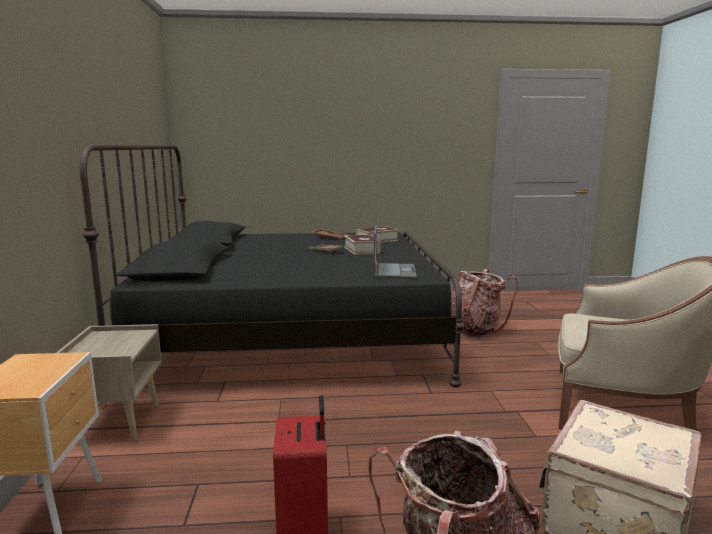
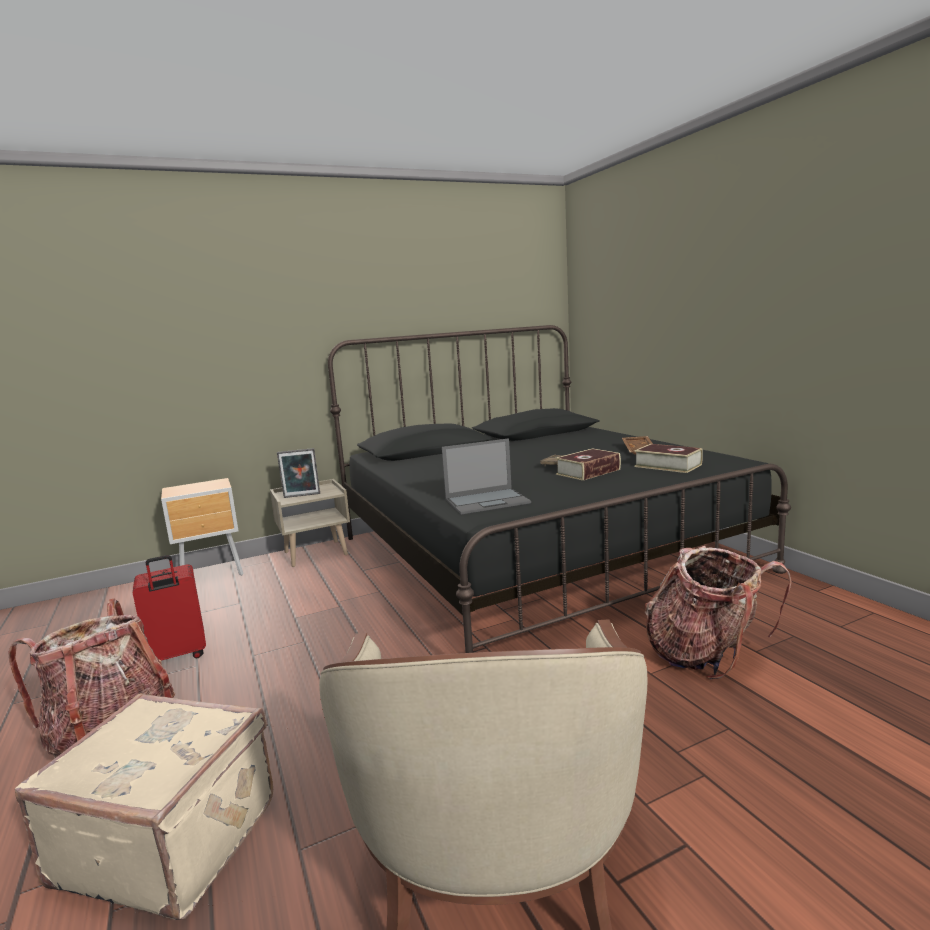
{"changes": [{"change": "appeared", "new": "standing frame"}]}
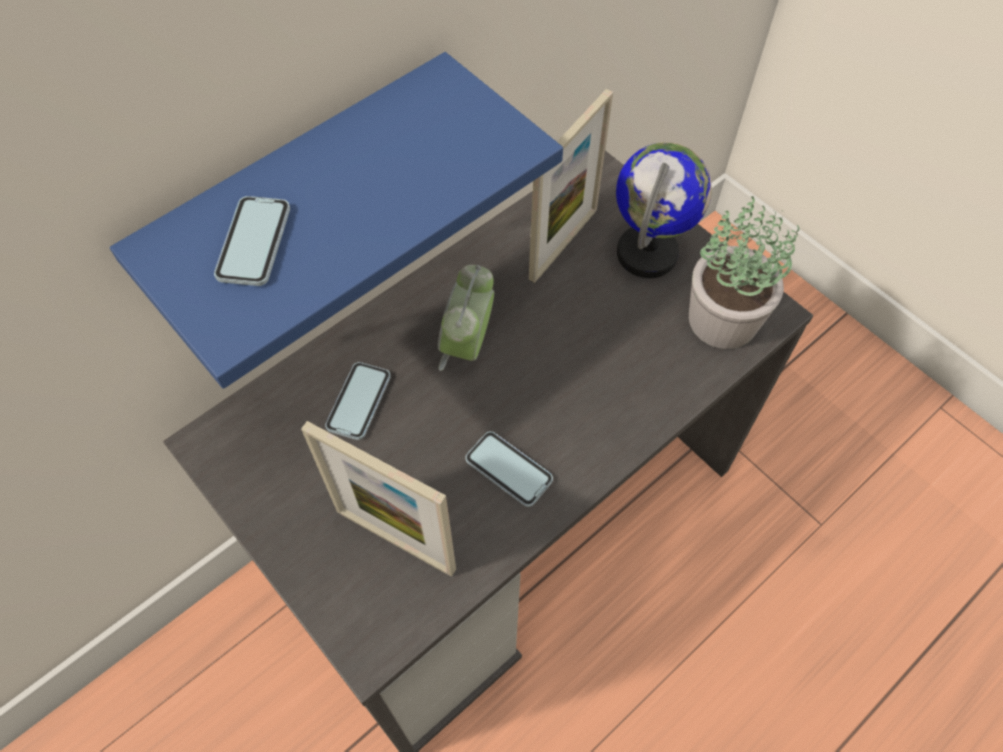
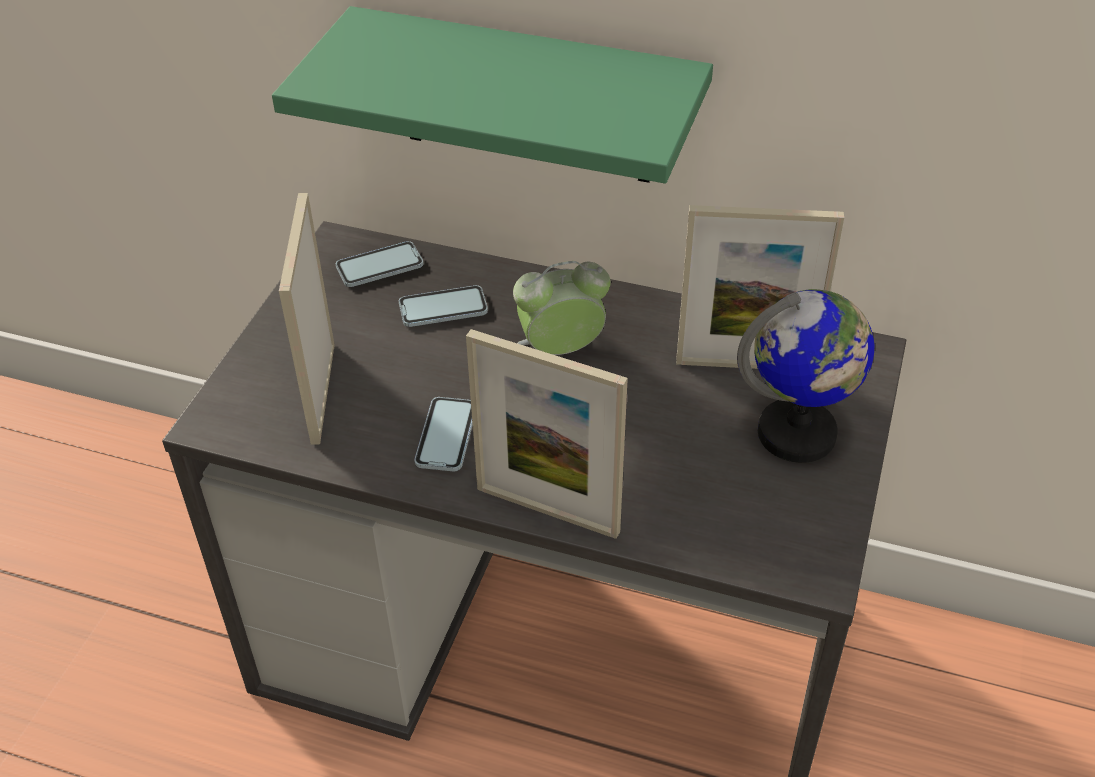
{"changes": [{"change": "missing", "old": "houseplant"}, {"change": "appeared", "new": "standing frame (no. 2 from left)"}, {"change": "relocated", "old": "telephone (no. 1 from left)"}, {"change": "colour", "old": "bluish bracket shelf", "new": "greenish bracket shelf"}]}
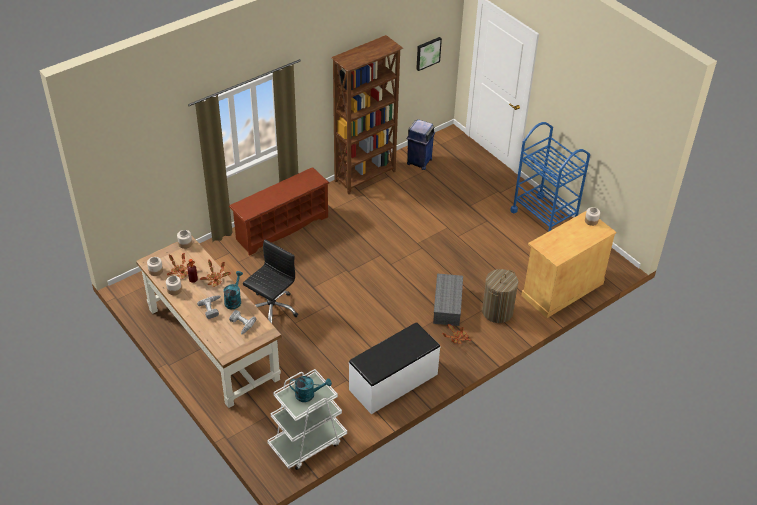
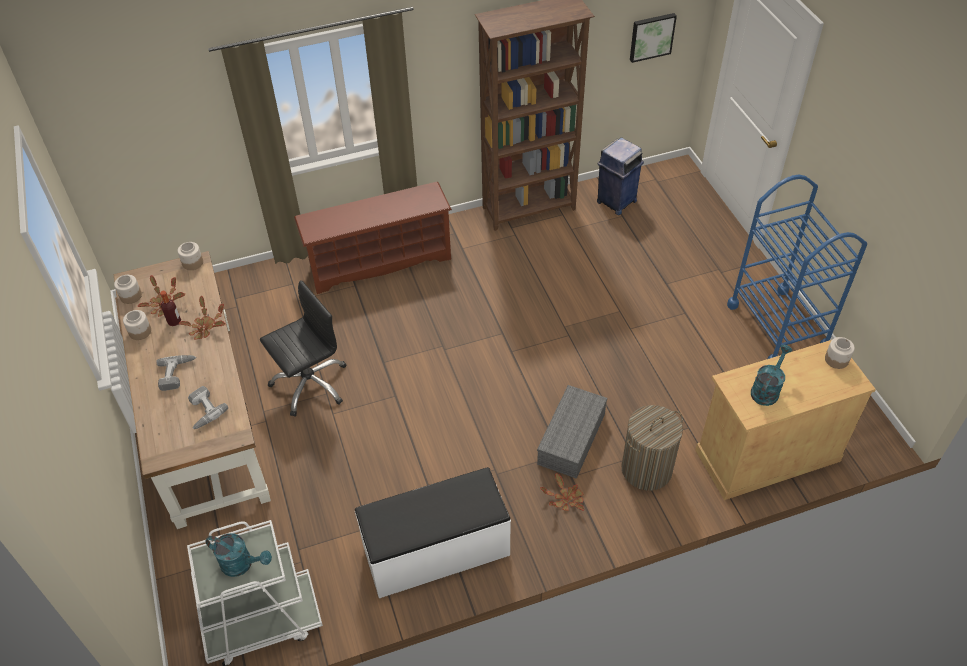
{"changes": [{"change": "relocated", "old": "turquoise watering pot (no. 1 from left in the first image)", "new": "turquoise watering pot (no. 2 from left)"}]}
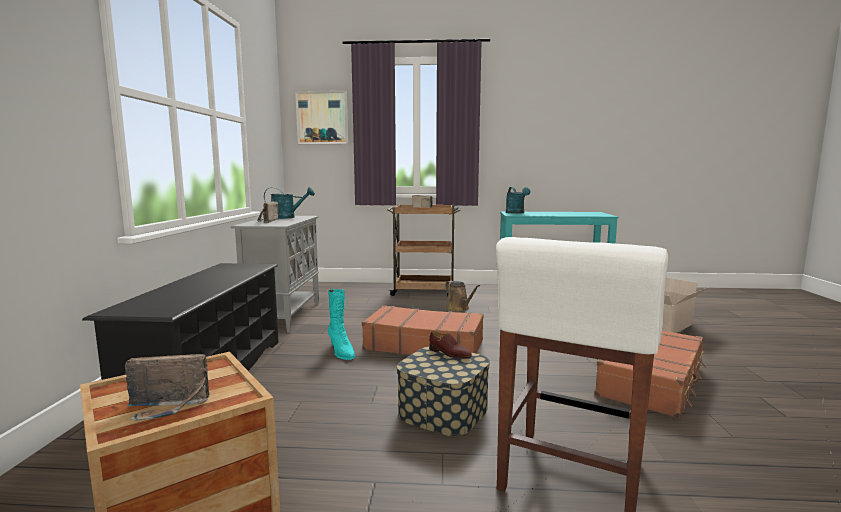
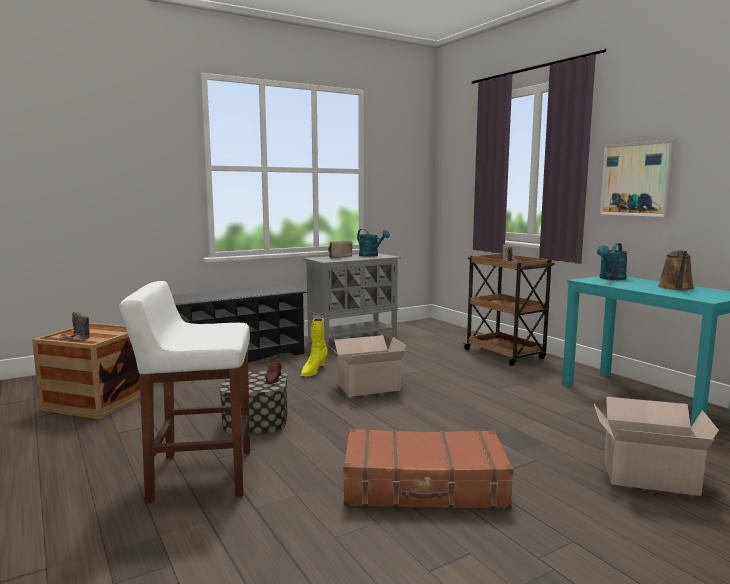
{"changes": [{"change": "relocated", "old": "wall picture"}, {"change": "relocated", "old": "brown watering pot"}, {"change": "exchanged", "old": "brown travel case (no. 1 from left)", "new": "cardboard box (no. 1 from left)"}, {"change": "colour", "old": "turquoise tall boot", "new": "yellow tall boot"}]}
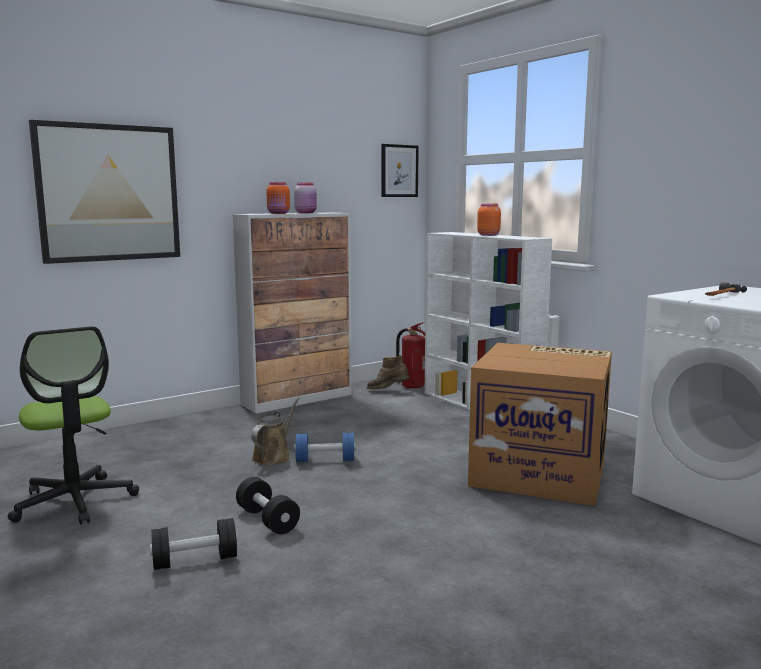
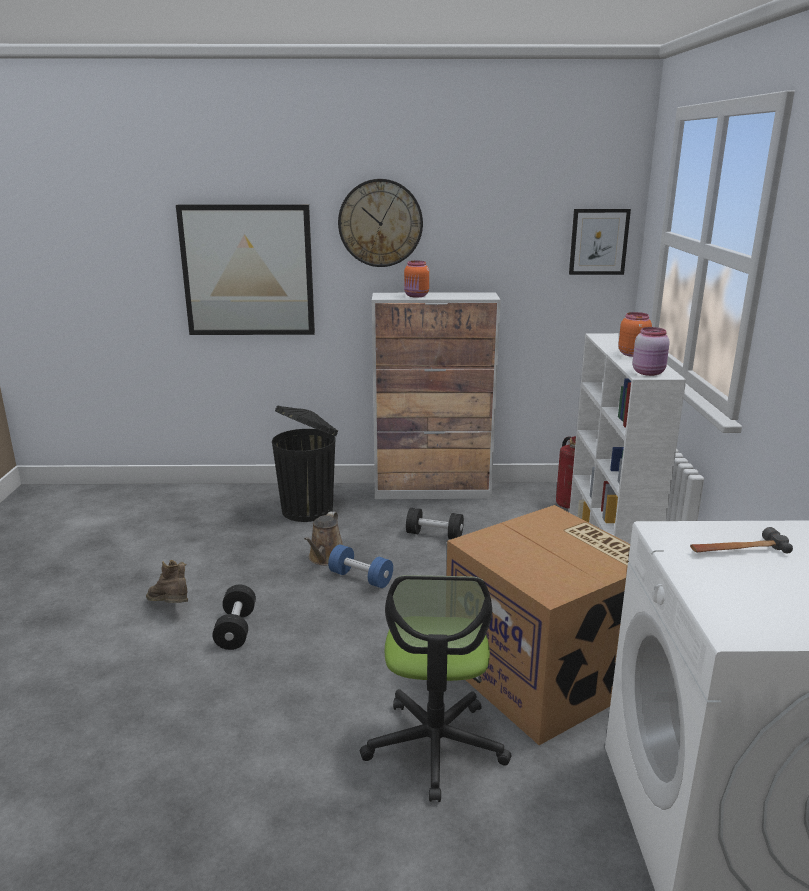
{"changes": [{"change": "appeared", "new": "black waste bin"}, {"change": "appeared", "new": "wall clock"}, {"change": "relocated", "old": "office chair"}, {"change": "relocated", "old": "black dumbbell (no. 1 from left in the first image)", "new": "black dumbbell (no. 2 from left)"}, {"change": "relocated", "old": "pink jar"}, {"change": "relocated", "old": "brown tall boot"}, {"change": "spun", "old": "brown watering pot", "degrees": 135}]}
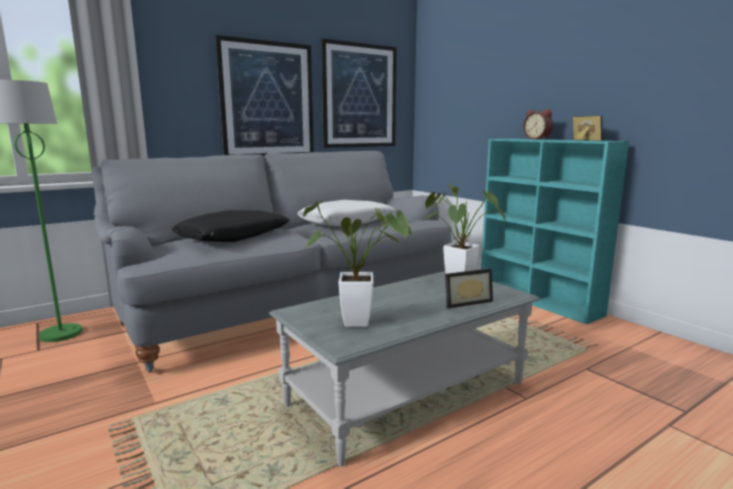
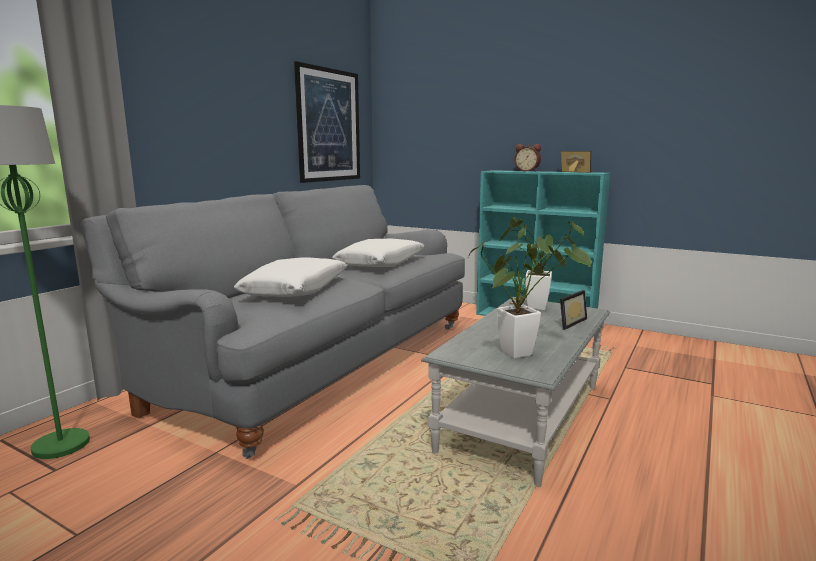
{"changes": [{"change": "missing", "old": "wall picture (no. 1 from left)"}, {"change": "colour", "old": "black throw pillow", "new": "whitish throw pillow (no. 1 from left)"}]}
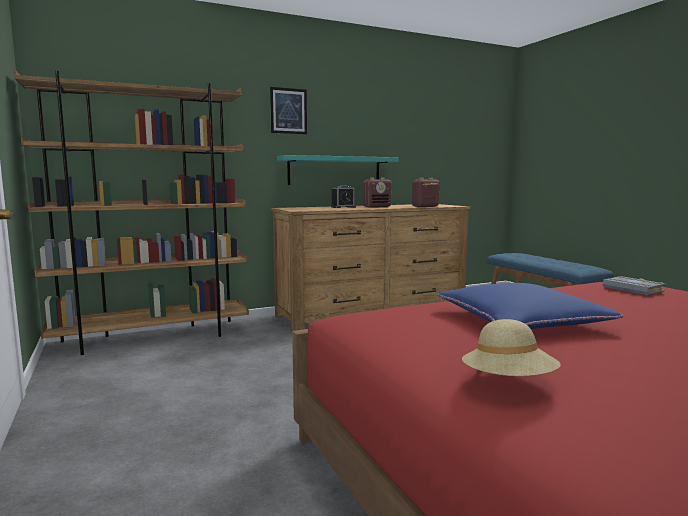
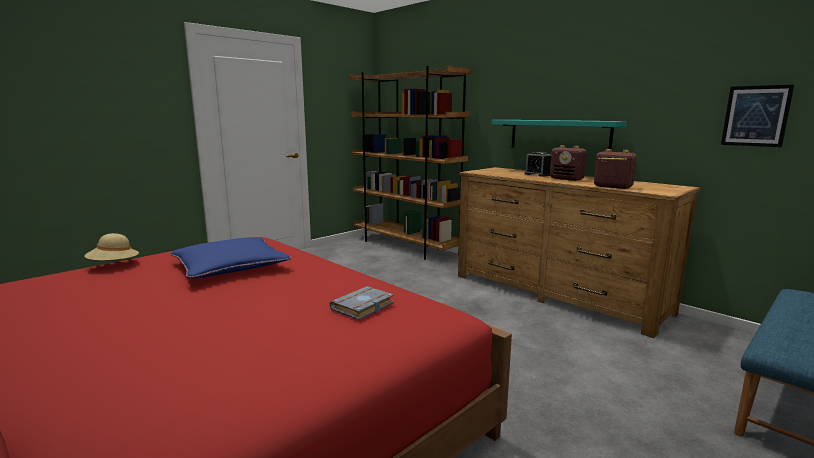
{"changes": [{"change": "relocated", "old": "wall picture"}]}
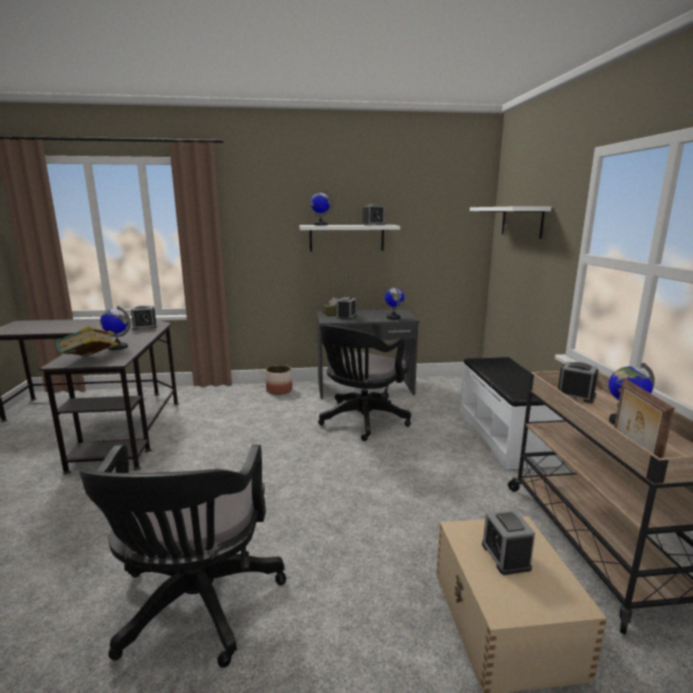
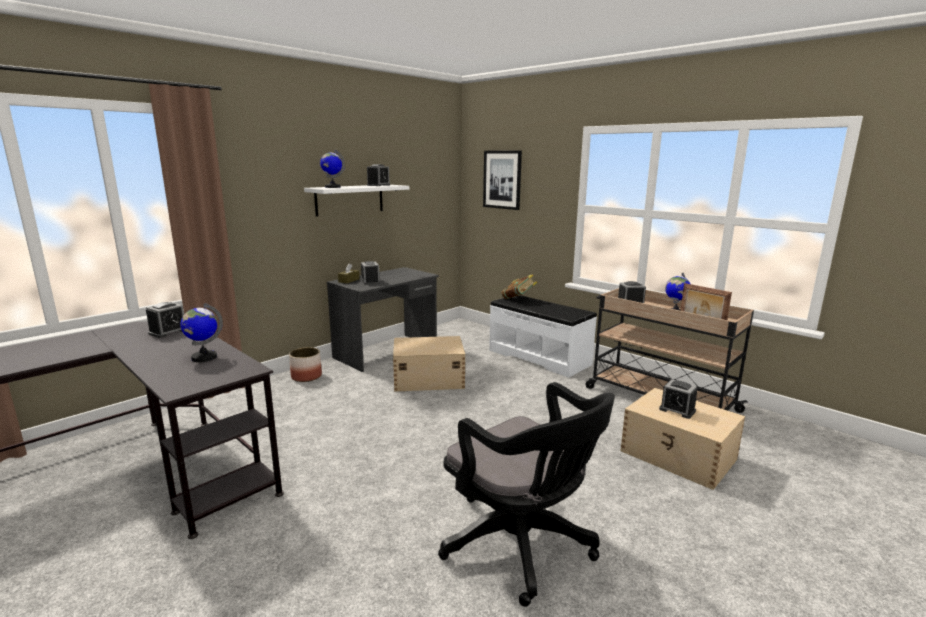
{"changes": [{"change": "missing", "old": "desk globe (no. 3 from left)"}, {"change": "relocated", "old": "bound book"}, {"change": "exchanged", "old": "black office chair (no. 2 from left)", "new": "beige-coloured storage box (no. 1 from left)"}, {"change": "exchanged", "old": "whitish bracket shelf (no. 2 from left)", "new": "wall picture"}]}
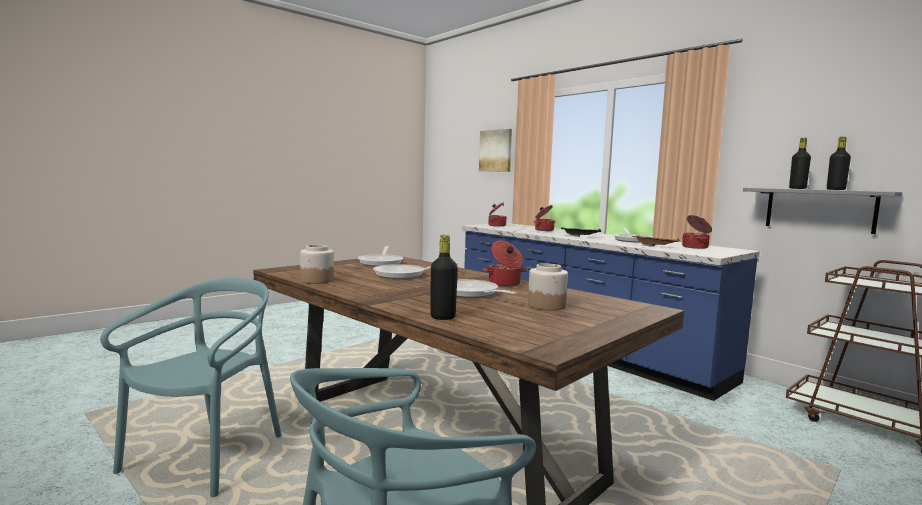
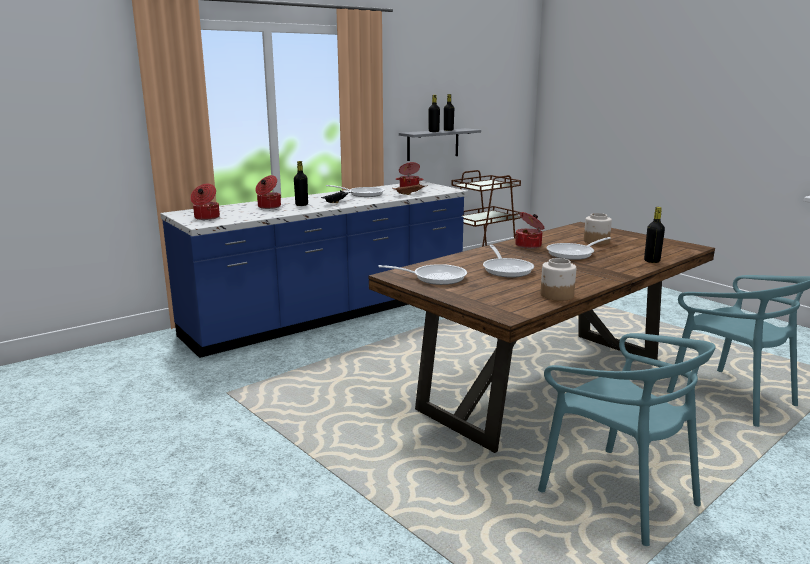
{"changes": [{"change": "missing", "old": "wall picture"}, {"change": "appeared", "new": "black drink bottle (no. 1 from left)"}, {"change": "spun", "old": "turquoise upright chair (no. 1 from left)", "degrees": -150}]}
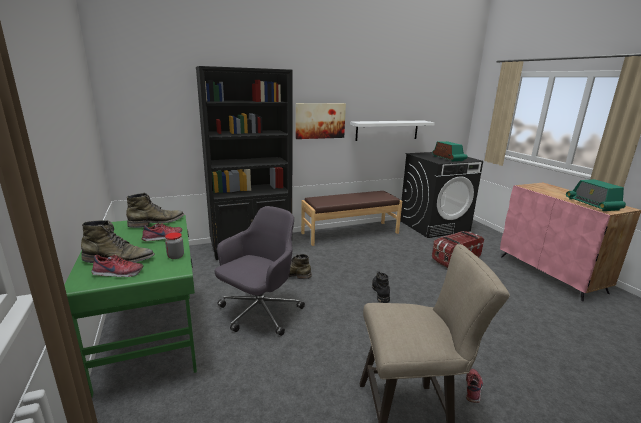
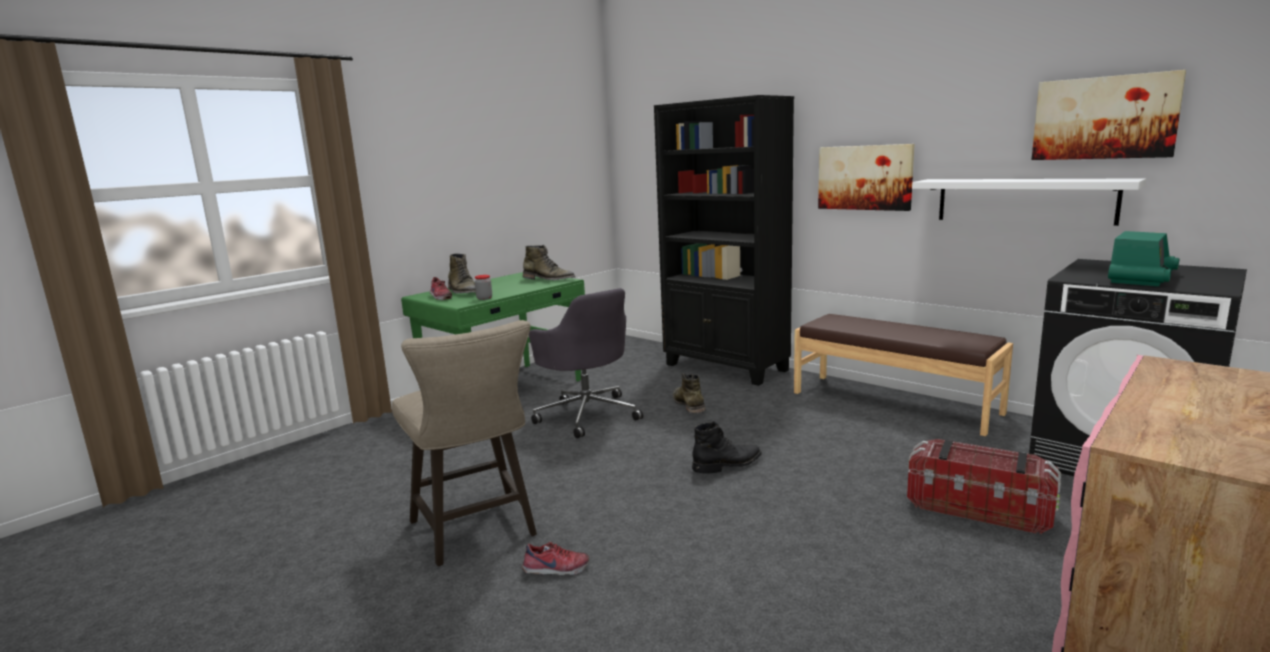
{"changes": [{"change": "missing", "old": "low shoe (no. 2 from left)"}, {"change": "missing", "old": "radio receiver (no. 2 from left)"}, {"change": "appeared", "new": "wall picture (no. 2 from left)"}, {"change": "spun", "old": "greyish office chair", "degrees": 45}]}
